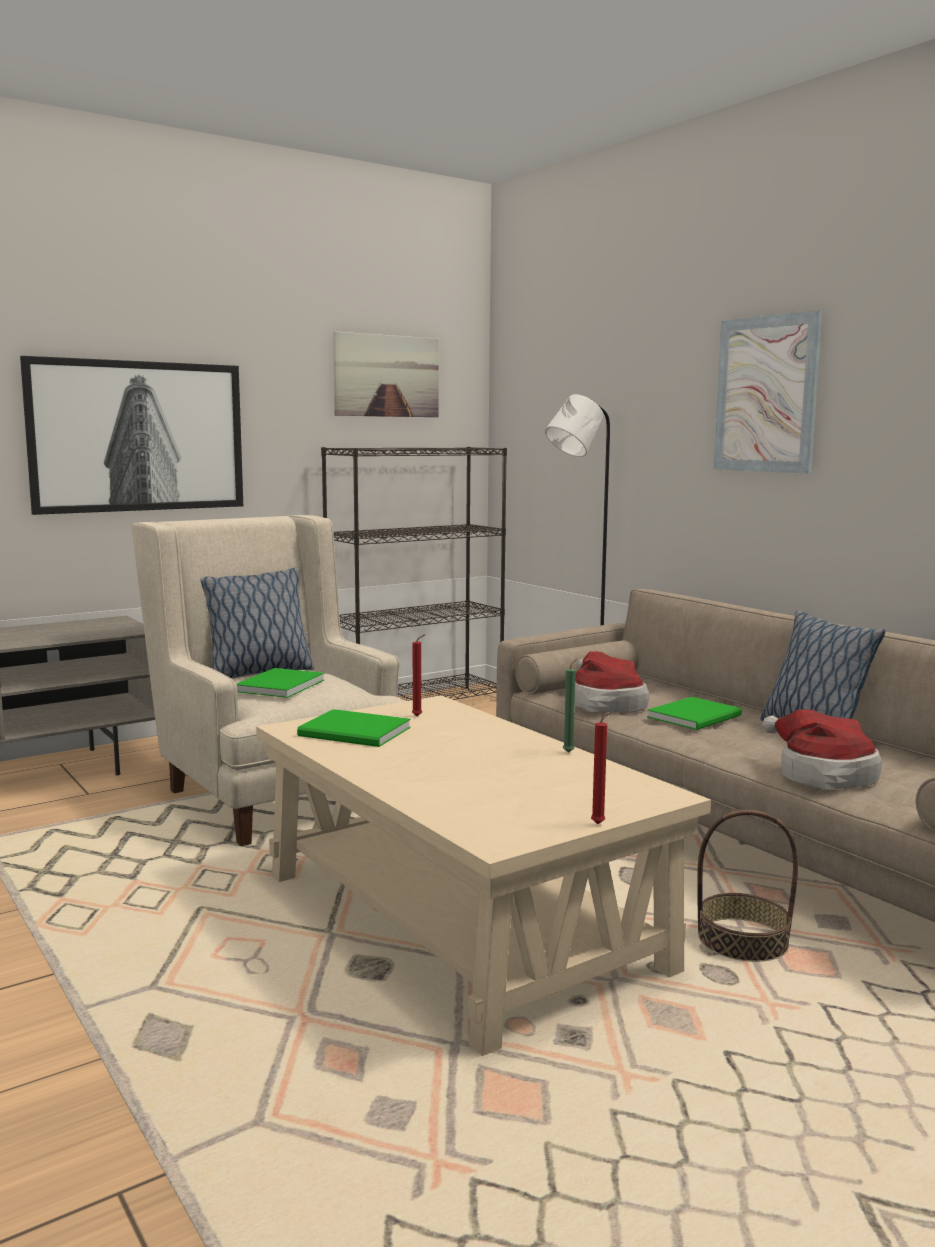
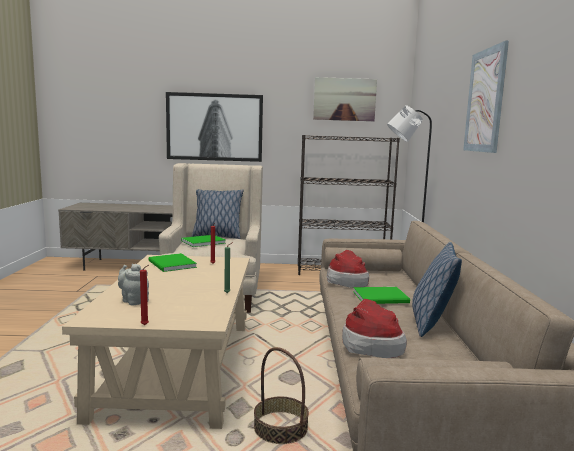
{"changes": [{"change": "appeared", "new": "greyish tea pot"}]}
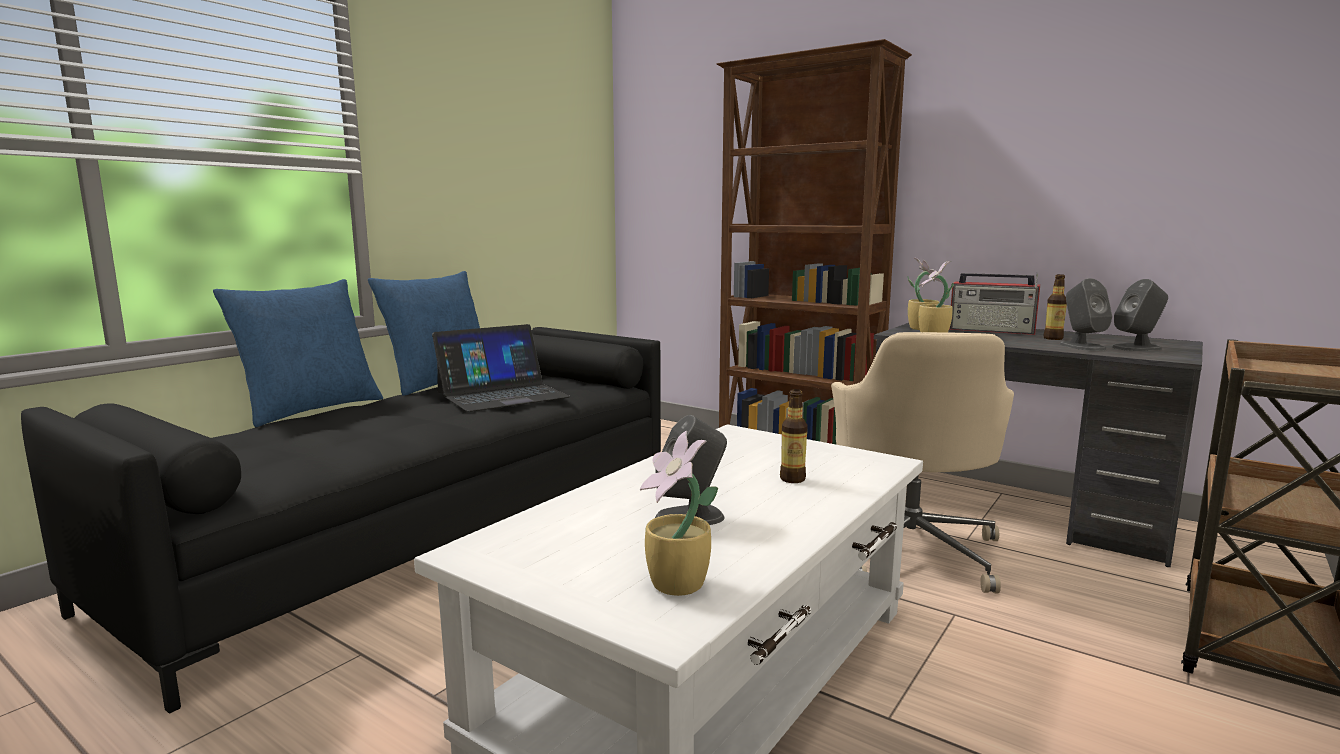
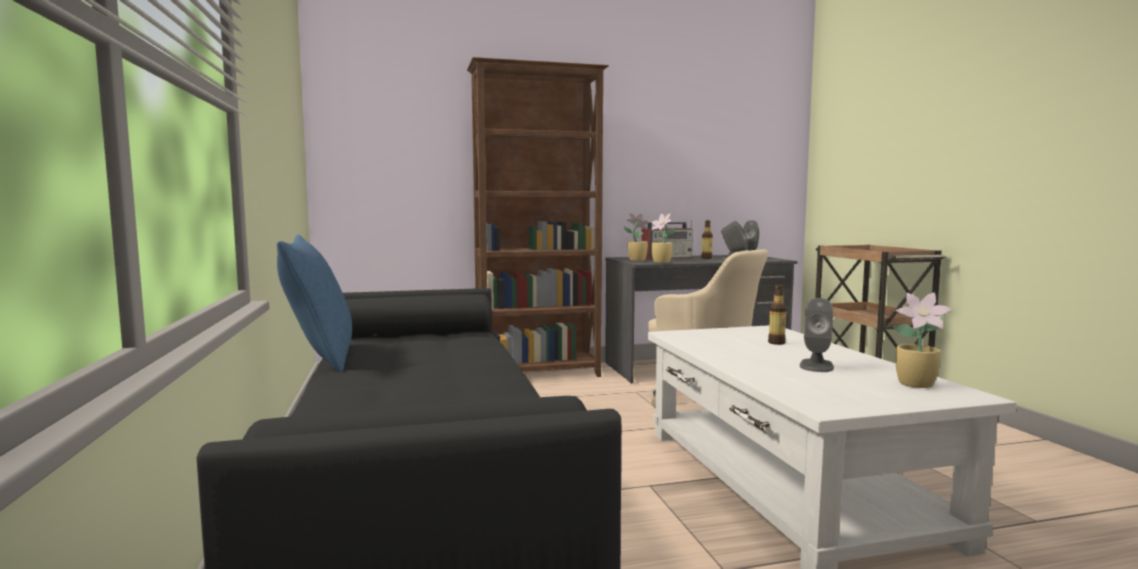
{"changes": [{"change": "missing", "old": "bluish throw pillow (no. 1 from left)"}, {"change": "missing", "old": "laptop"}]}
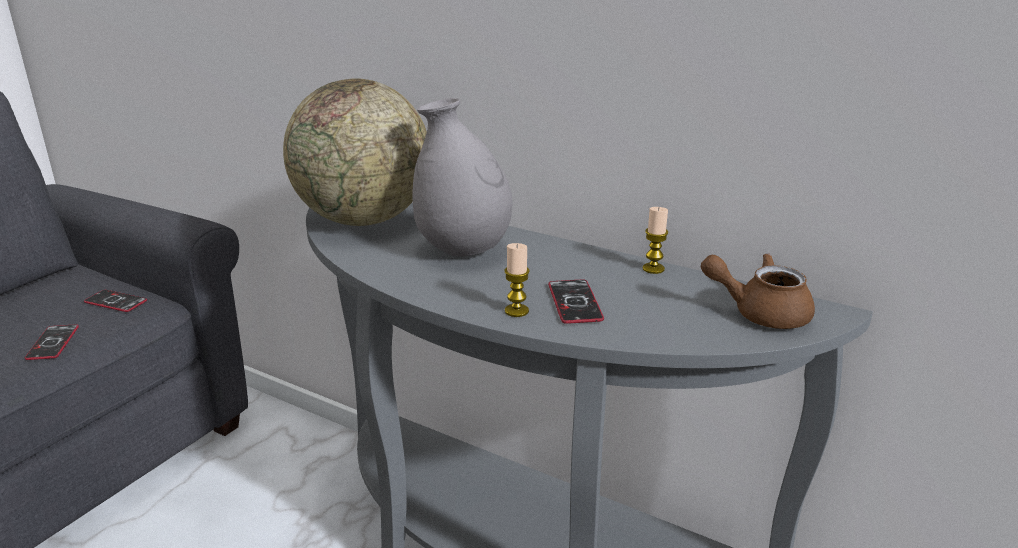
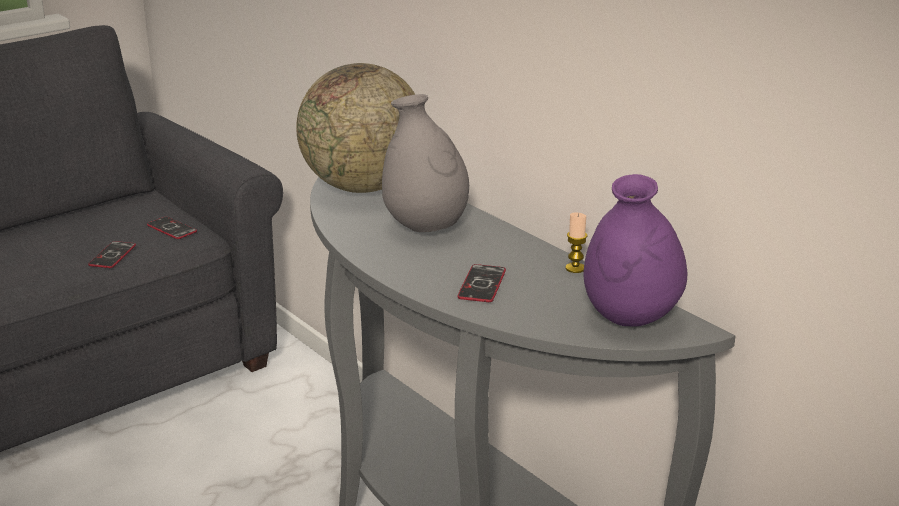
{"changes": [{"change": "missing", "old": "wax candle (no. 1 from left)"}, {"change": "exchanged", "old": "brown tea pot", "new": "purple decorative vase"}]}
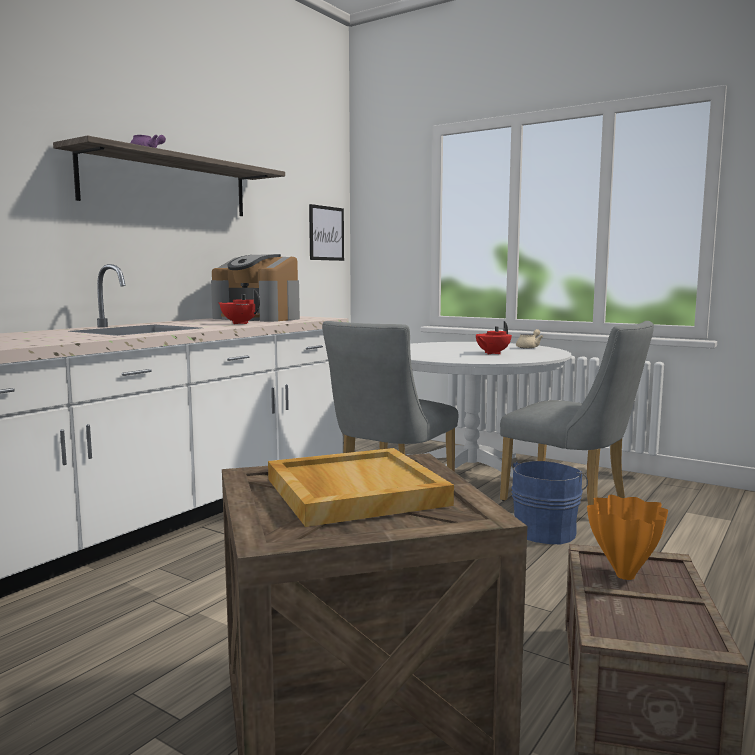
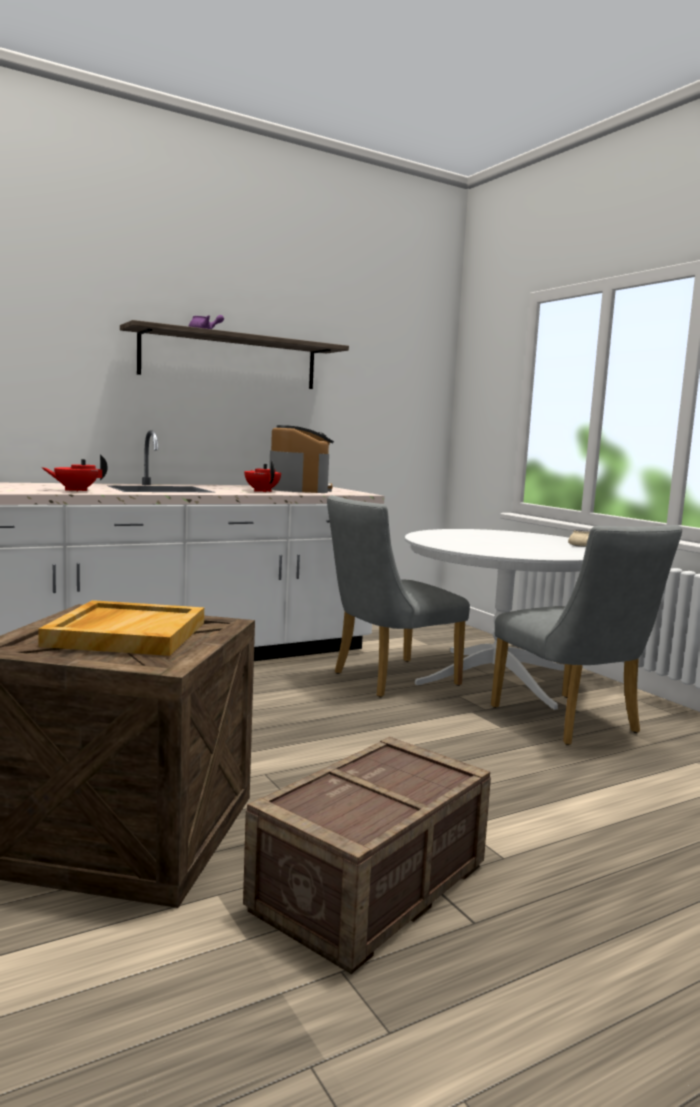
{"changes": [{"change": "missing", "old": "wall picture"}, {"change": "missing", "old": "bluish pail"}, {"change": "missing", "old": "orange-coloured decorative vase"}, {"change": "relocated", "old": "red tea pot (no. 2 from left in the first image)", "new": "red tea pot (no. 1 from left)"}, {"change": "spun", "old": "coffee brewer", "degrees": -150}]}
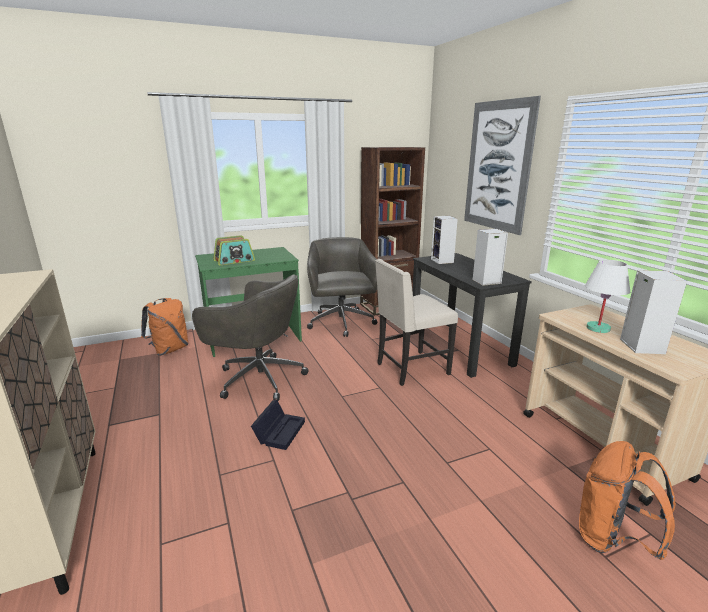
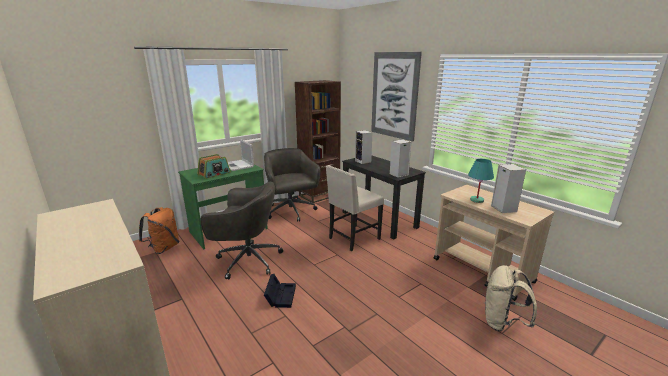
{"changes": [{"change": "appeared", "new": "laptop"}, {"change": "colour", "old": "orange-coloured rucksack (no. 2 from left)", "new": "beige-coloured rucksack"}, {"change": "colour", "old": "whitish lamp for a table", "new": "turquoise lamp for a table"}]}
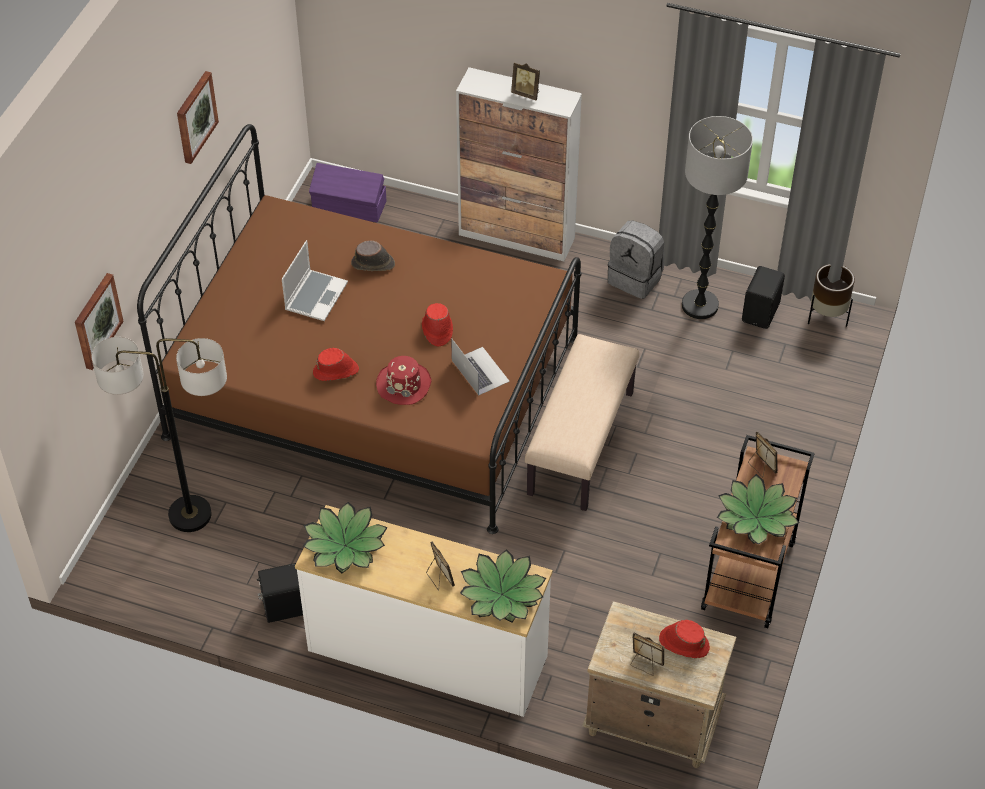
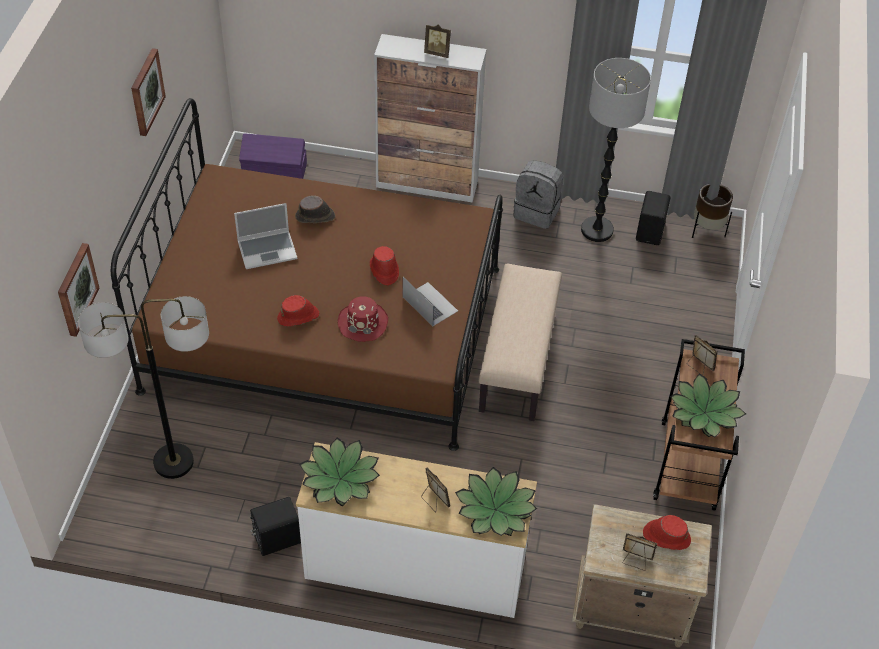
{"changes": [{"change": "spun", "old": "laptop (no. 1 from left)", "degrees": 60}]}
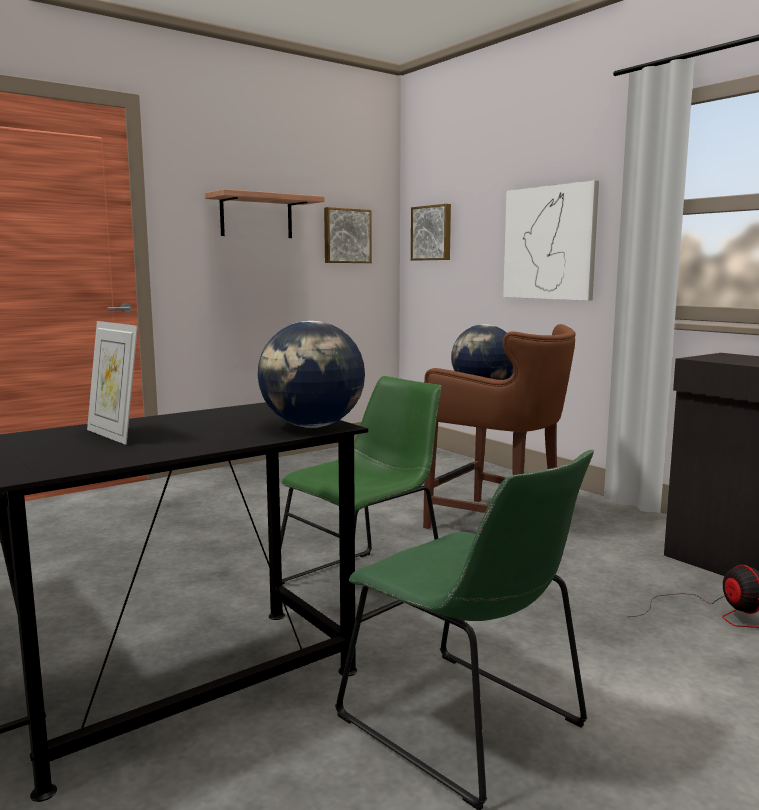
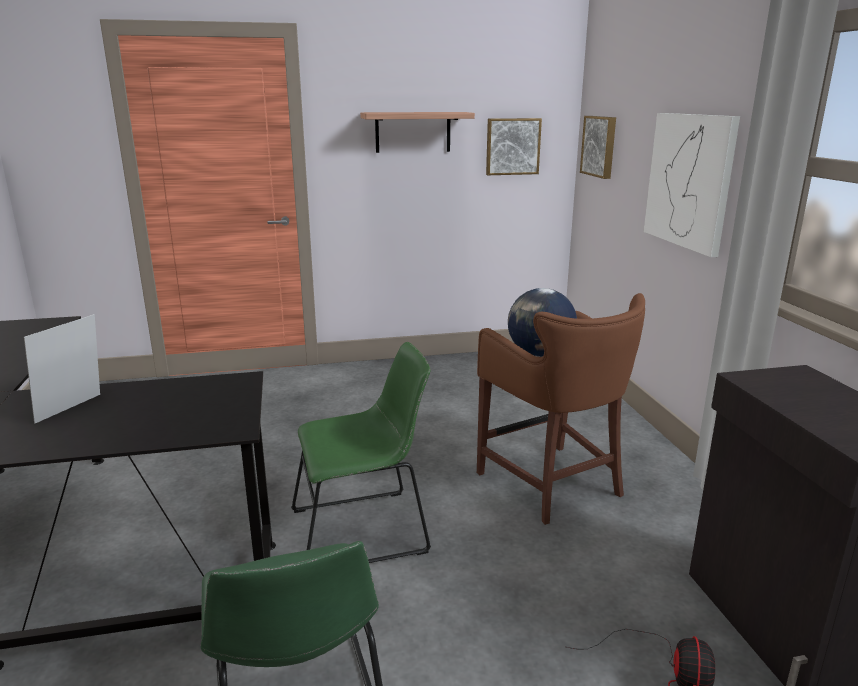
{"changes": [{"change": "missing", "old": "desk globe (no. 1 from left)"}, {"change": "spun", "old": "standing frame", "degrees": 45}]}
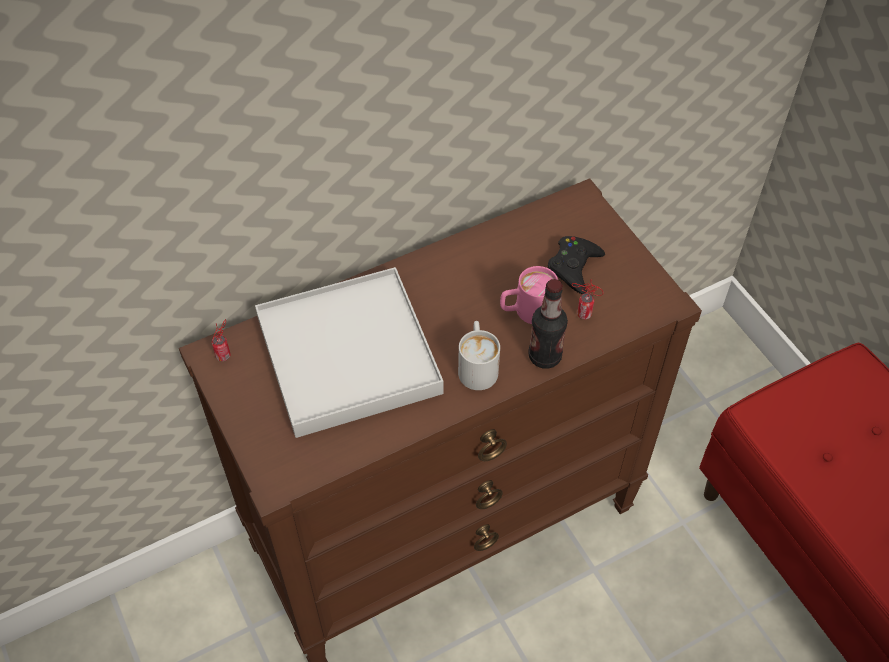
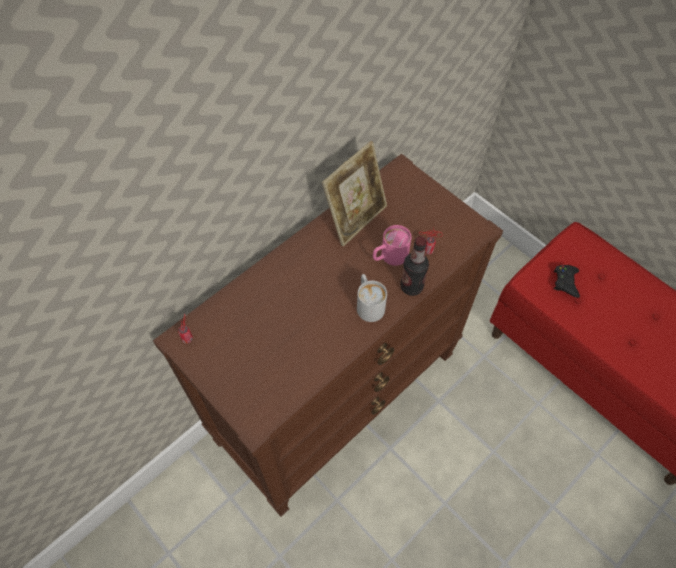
{"changes": [{"change": "missing", "old": "whitish carrying tray"}, {"change": "appeared", "new": "standing frame"}, {"change": "relocated", "old": "black joypad"}]}
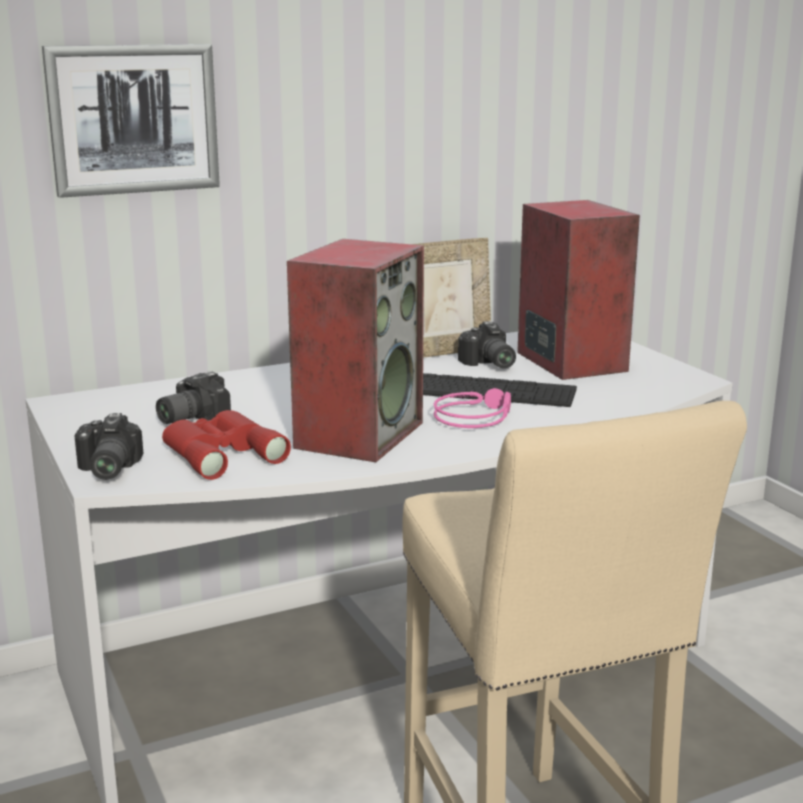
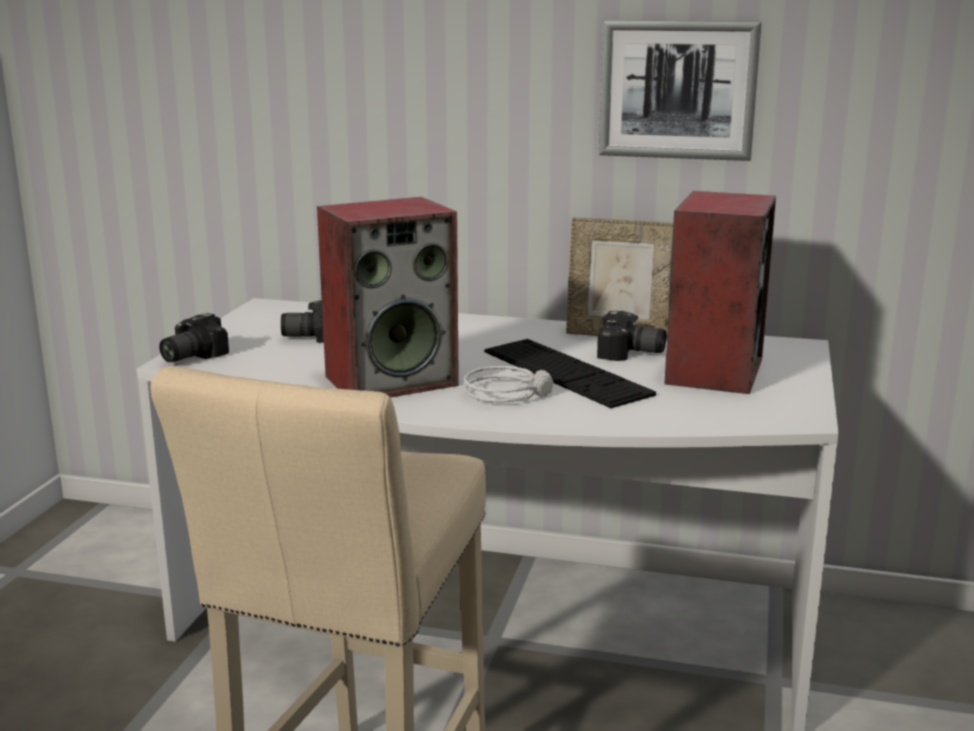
{"changes": [{"change": "missing", "old": "red binoculars"}, {"change": "relocated", "old": "wall picture"}, {"change": "colour", "old": "pink pair of headphones", "new": "greyish pair of headphones"}, {"change": "spun", "old": "still camera (no. 3 from left)", "degrees": -90}]}
